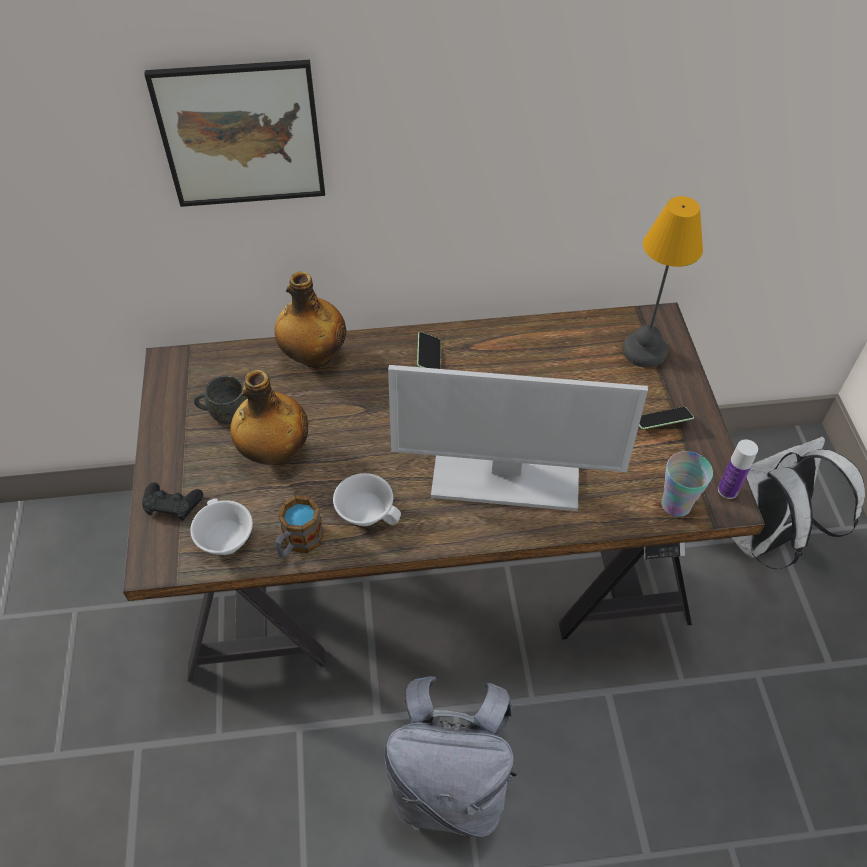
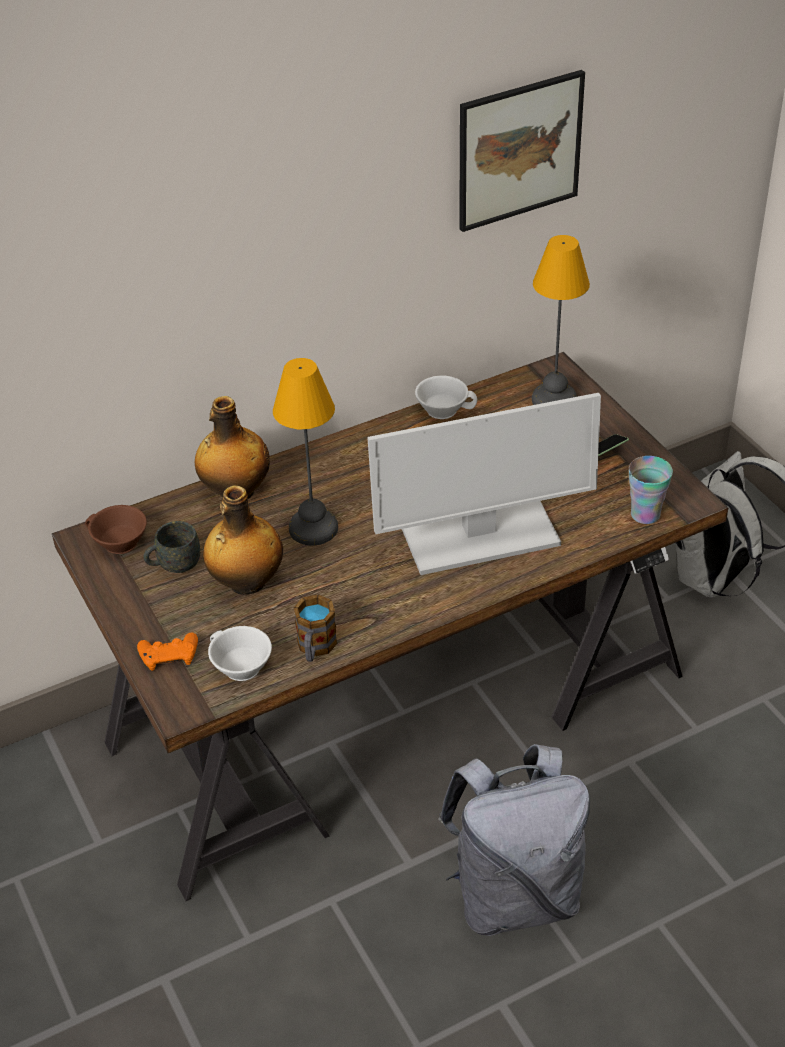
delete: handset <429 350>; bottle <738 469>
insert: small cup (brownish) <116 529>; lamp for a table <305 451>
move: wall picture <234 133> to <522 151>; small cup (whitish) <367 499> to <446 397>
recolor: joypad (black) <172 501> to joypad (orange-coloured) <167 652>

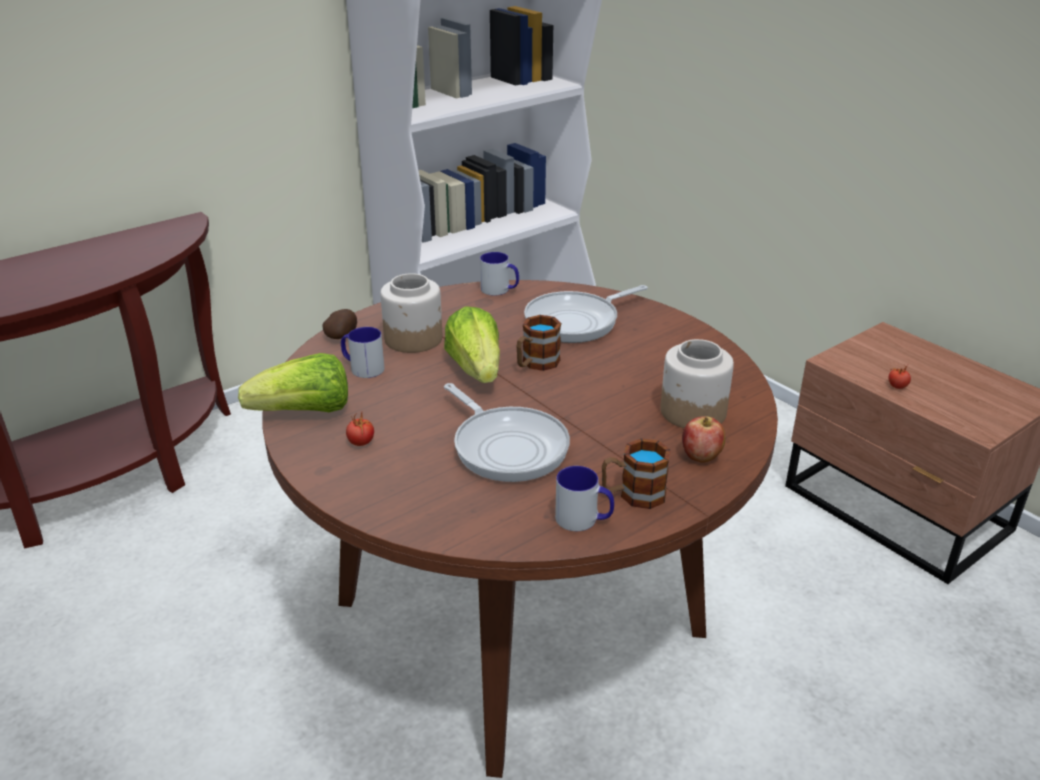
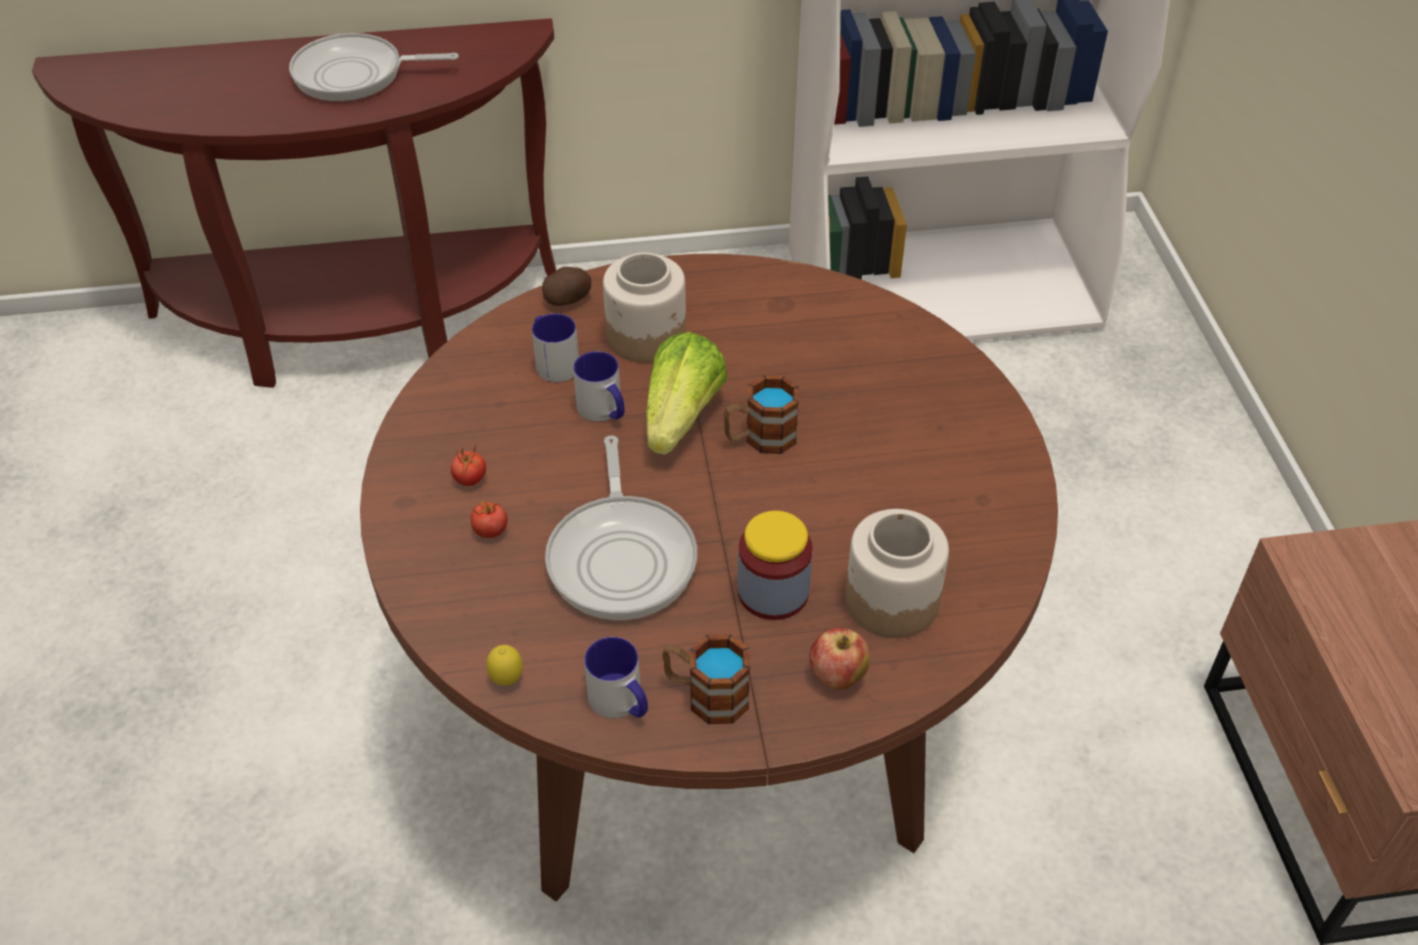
delete: lettuce <293 382>
insert: citrus fruit <504 665>; preserve jar <775 565>
move: mug <499 274> to <599 386>; skillet <586 314> to <374 67>; fresh tomato <899 377> to <489 519>

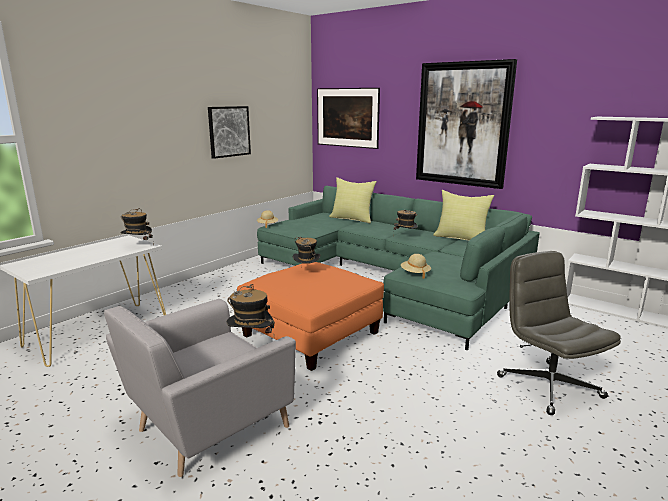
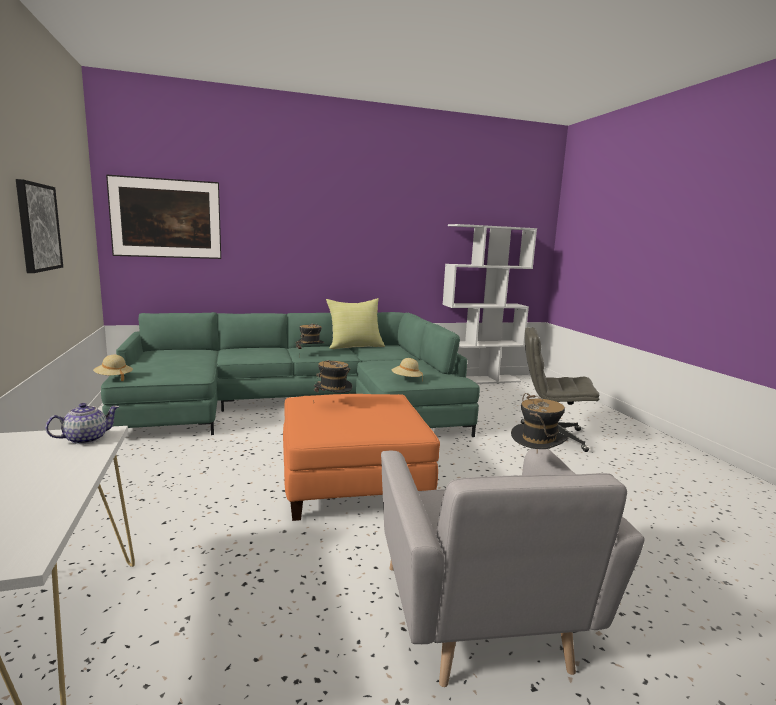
delete: pillow (yellow) <353 200>; wall picture <466 124>
replace: wearable hat <137 224> to teapot <82 423>

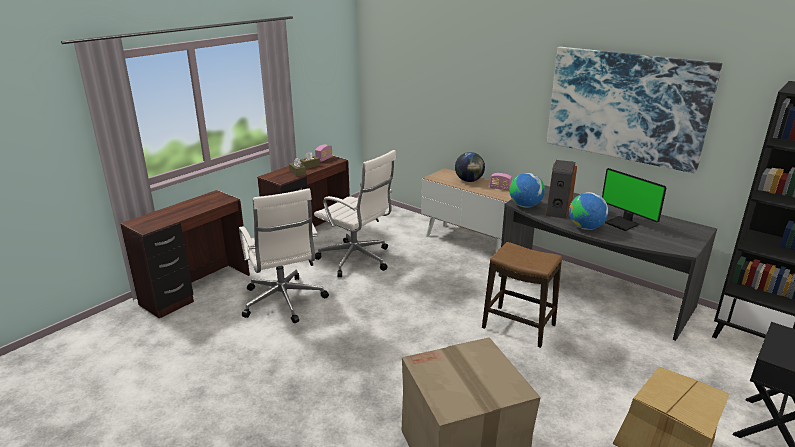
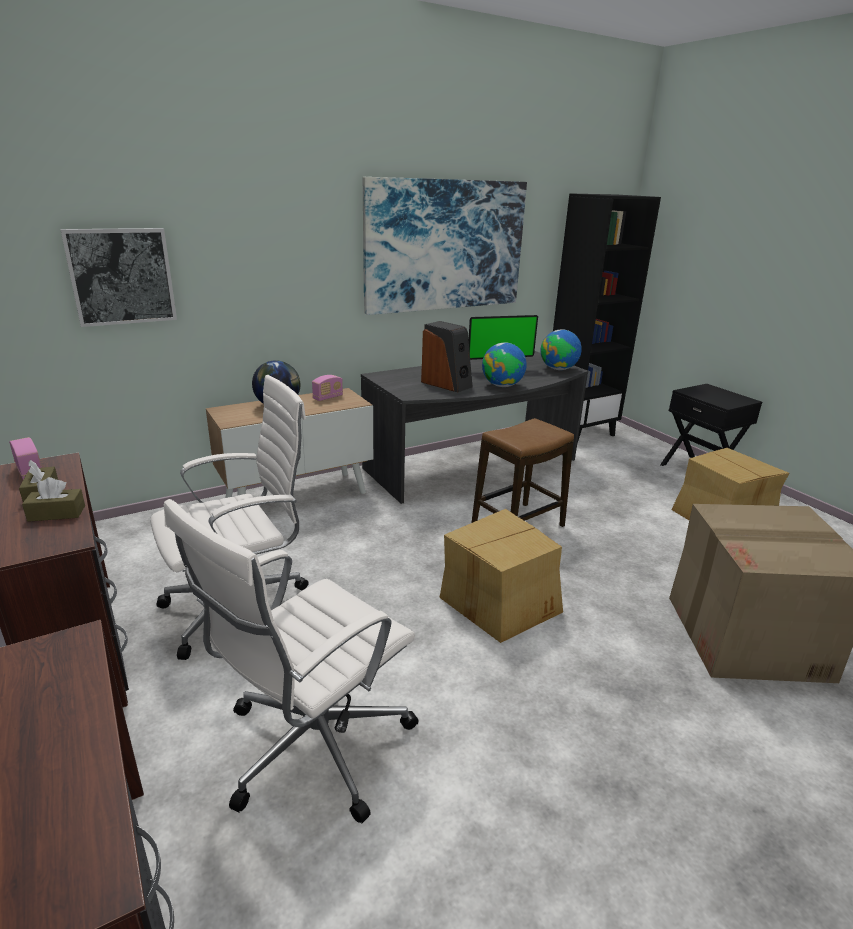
insert: wall picture <118 277>; carton <501 576>
move: world globe <527 190> to <561 349>
rotate: desk chair (whitish) <284 255> = <291 661> 135 degrees clockwise

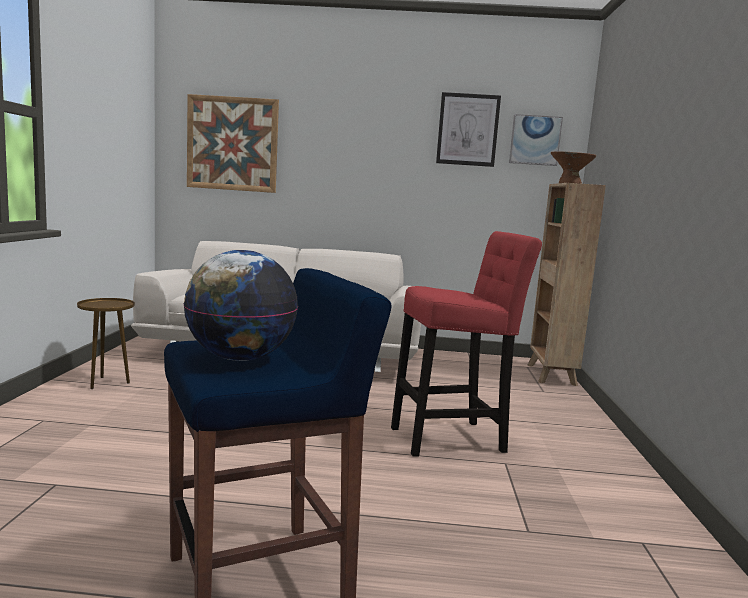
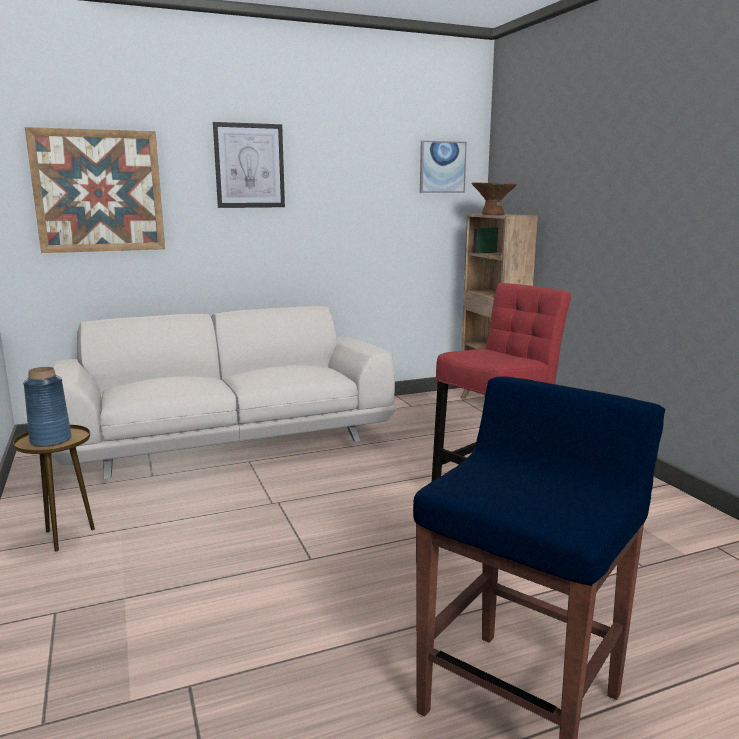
delete: world globe <240 305>
insert: decorative vase (bluish) <47 407>
move: wall picture <468 129> to <249 165>

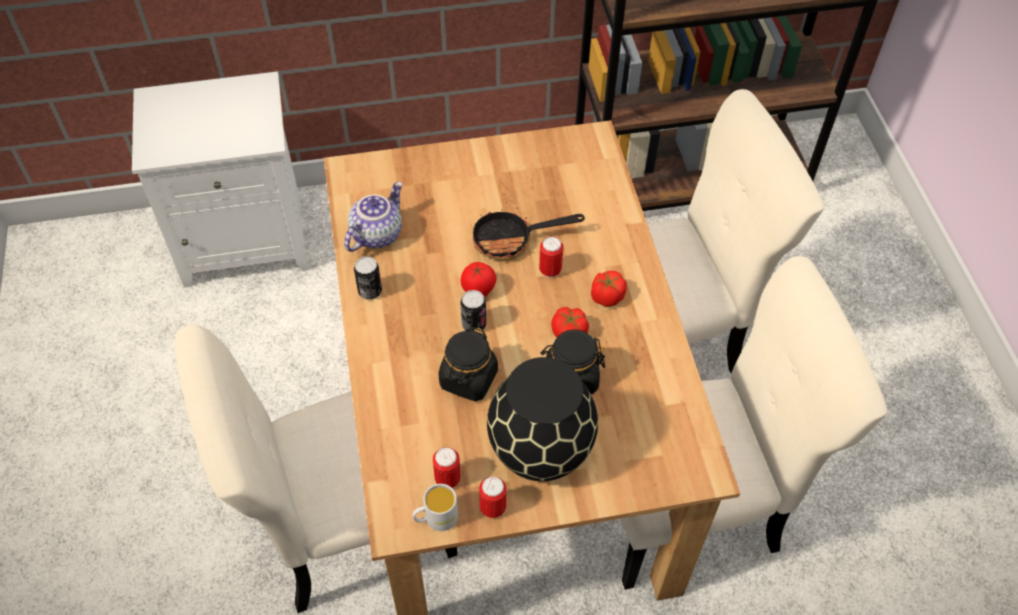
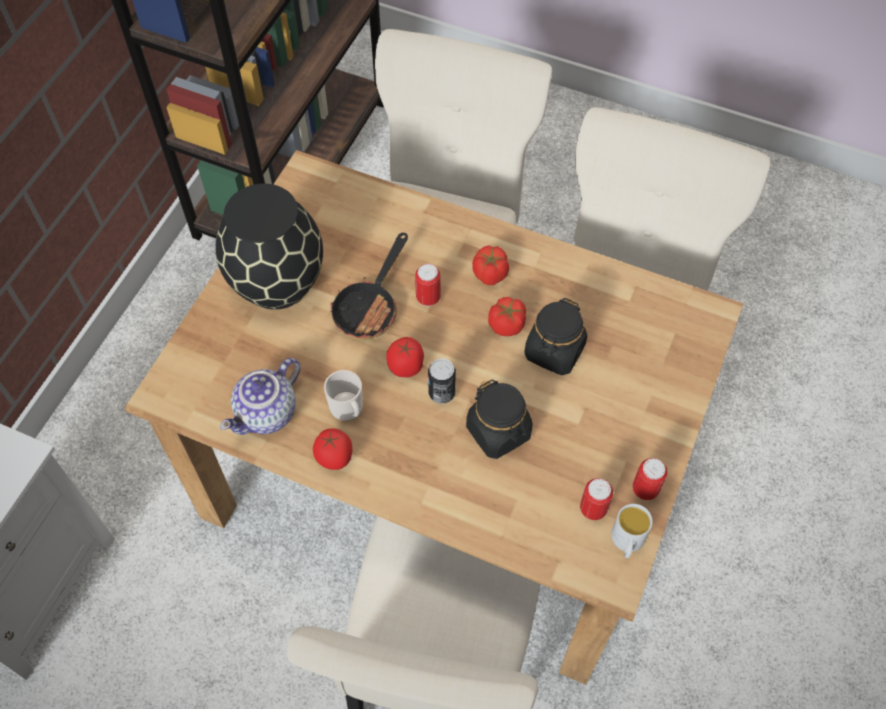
insert: mug <343 395>
move: decorative vase (black) <542 419> to <269 247>
replace: metal can <368 278> to fresh tomato <332 449>
rotate: teapot <373 217> = <260 396> 120 degrees counterclockwise

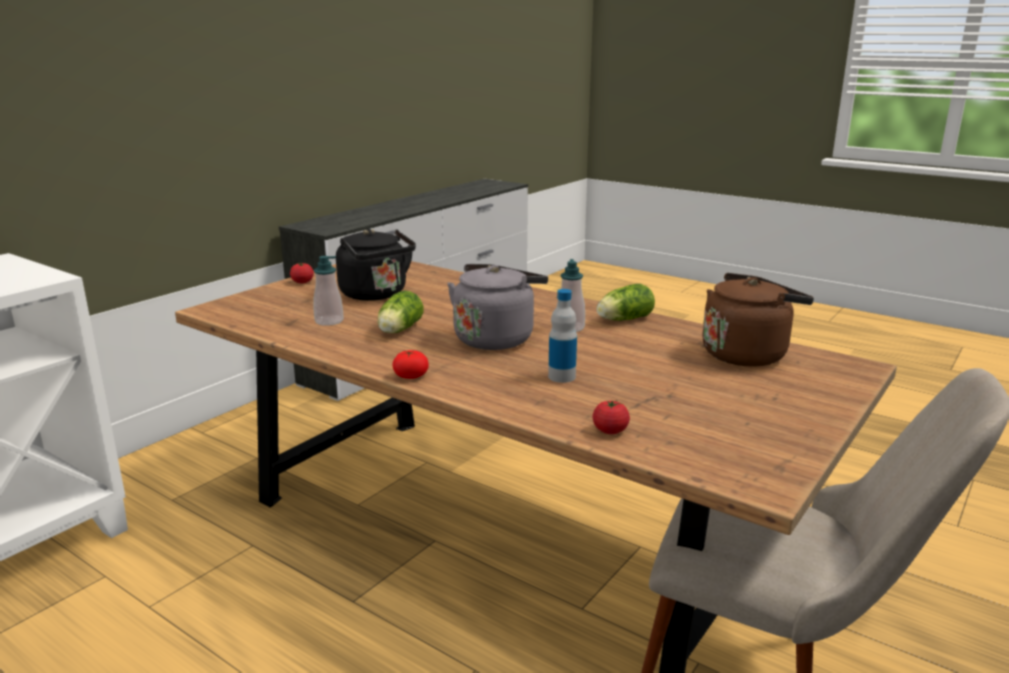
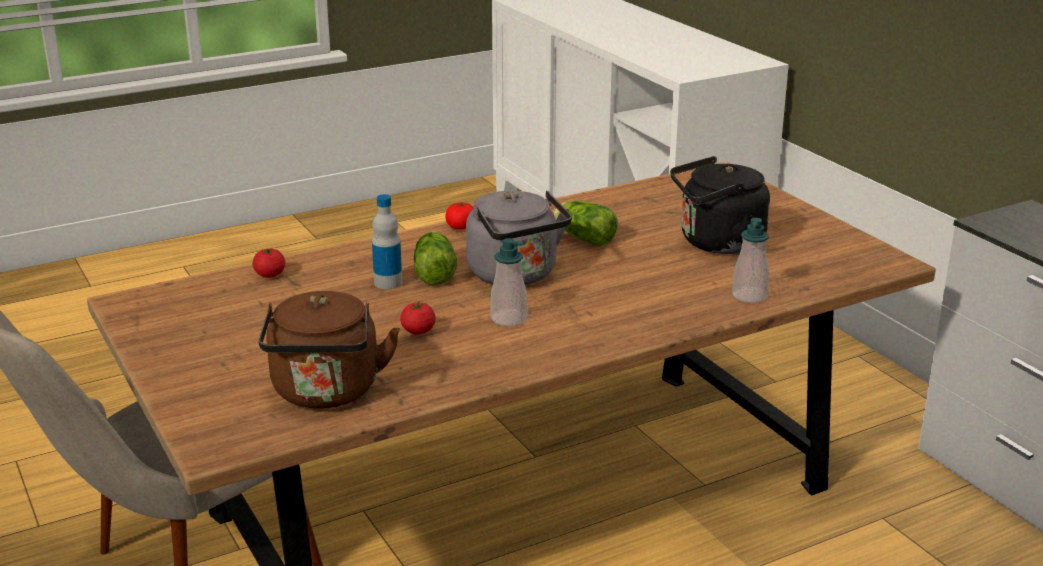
move: fresh tomato <302 273> to <418 318>; soap bottle <328 291> to <750 260>; lettuce <625 302> to <435 258>

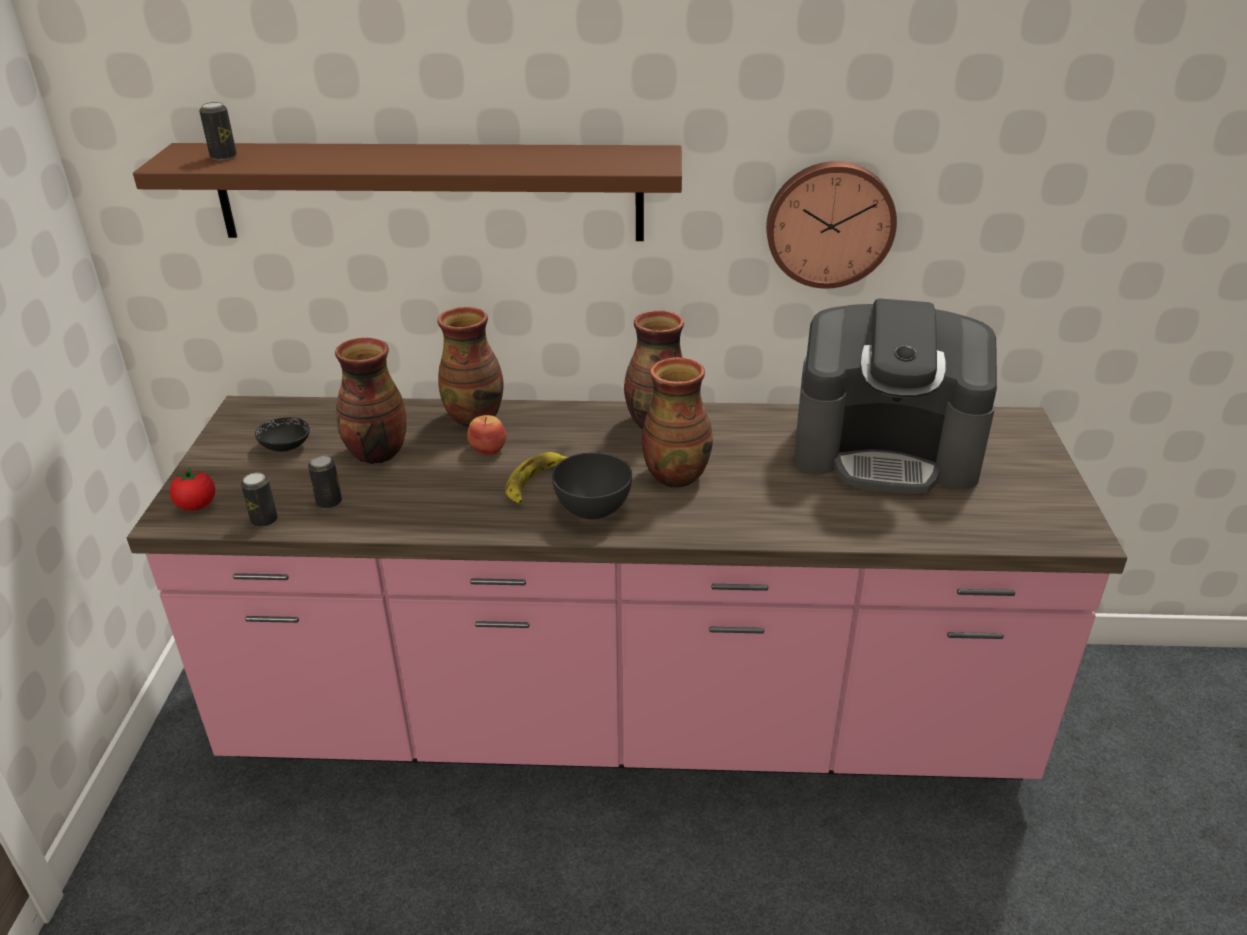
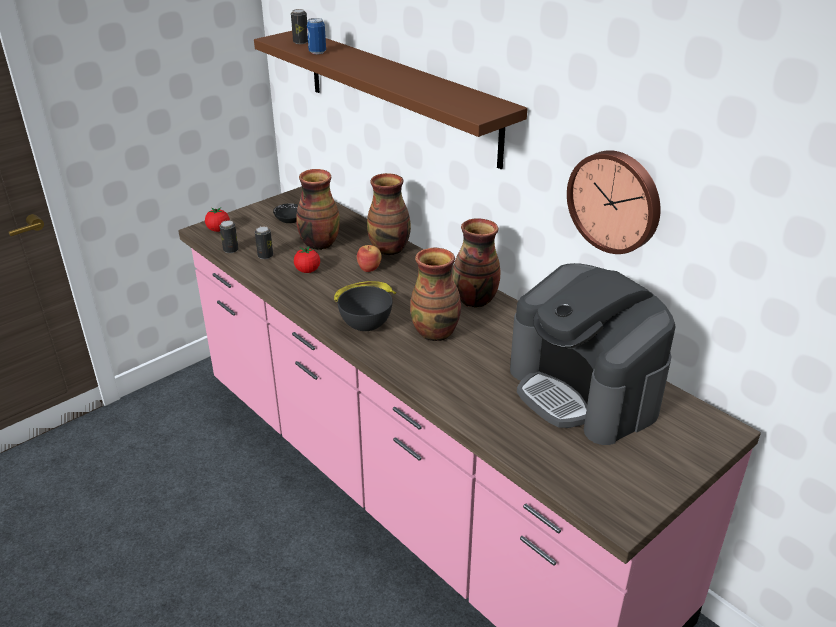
insert: fresh tomato <307 259>; metal can <316 36>

